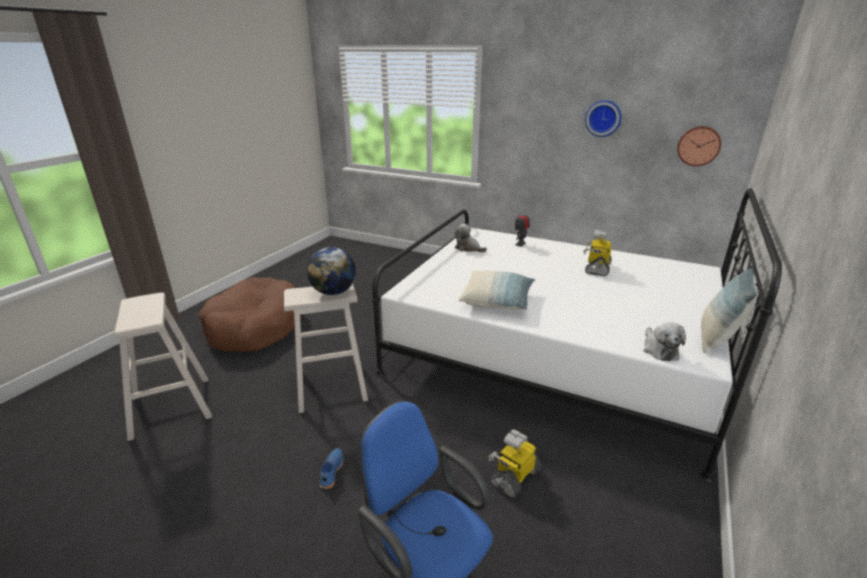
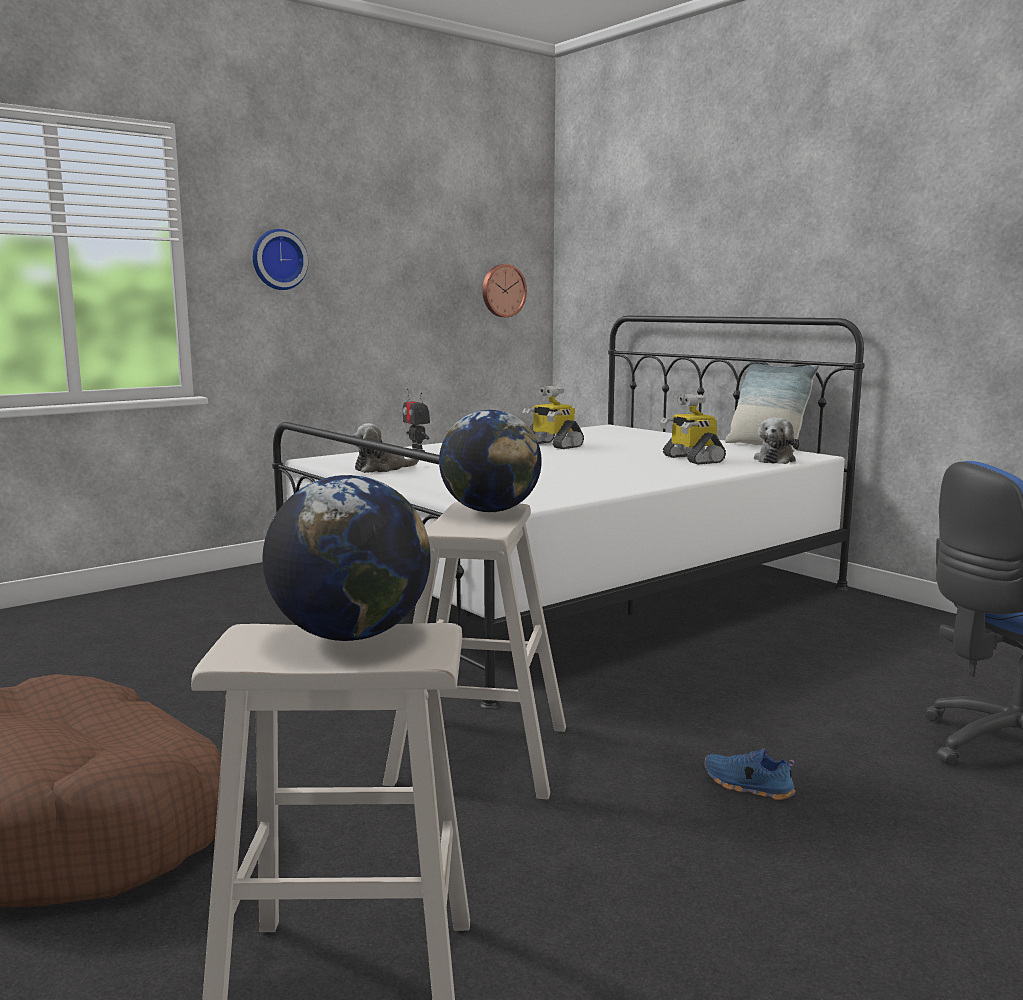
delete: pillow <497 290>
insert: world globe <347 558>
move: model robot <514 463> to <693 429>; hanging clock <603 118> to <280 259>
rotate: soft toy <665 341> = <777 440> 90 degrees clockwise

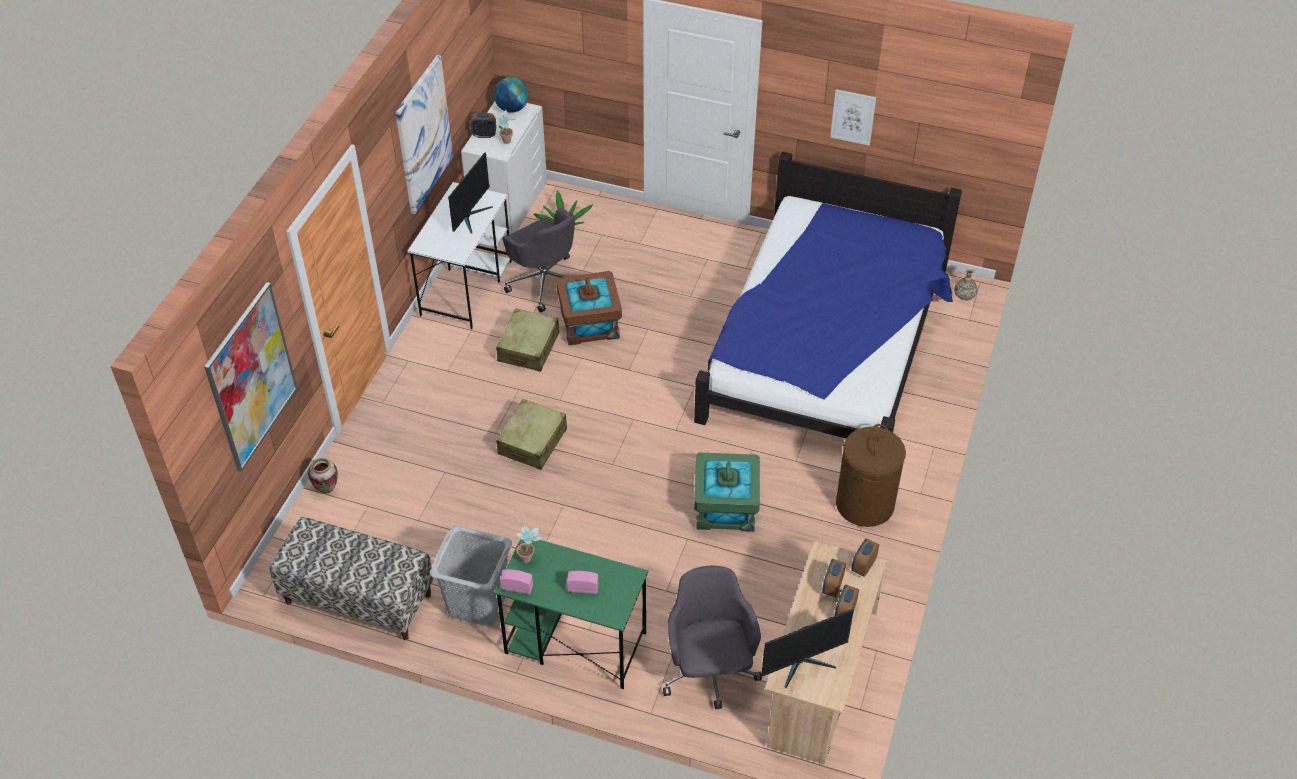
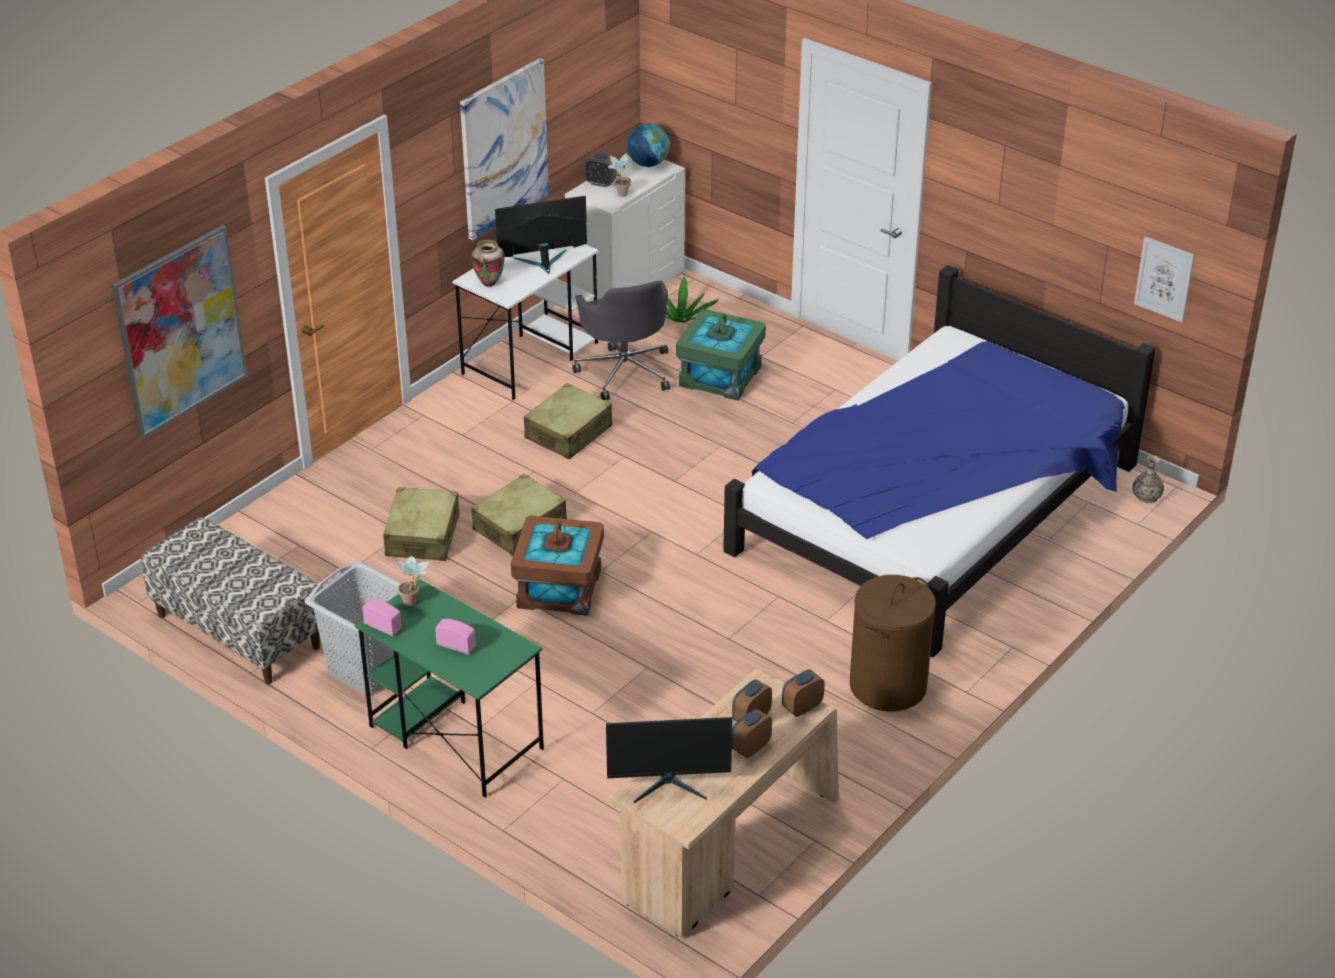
delete: desk chair (greyish) <712 637>
insert: piece of luggage (beige) <421 524>
move: decorative vase <323 475> to <488 263>; storage container (brownish) <589 308> to <557 566>; storage container (green-coloured) <727 492> to <721 354>; wall picture <853 117> to <1164 279>
rotate: computer screen <470 193> = <541 235> 150 degrees counterclockwise

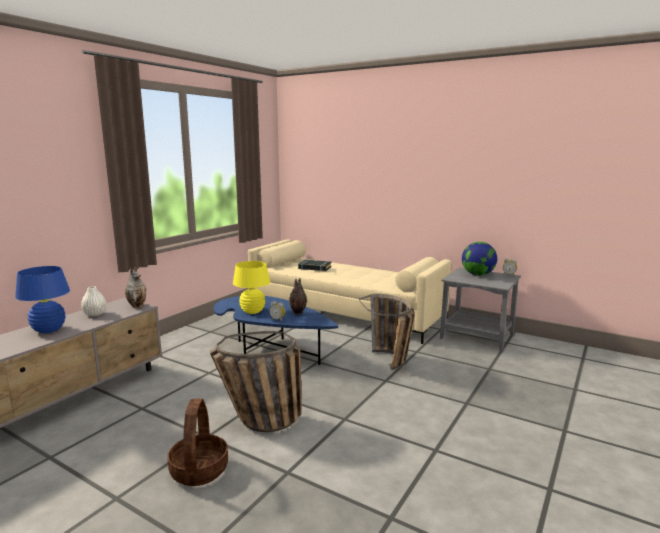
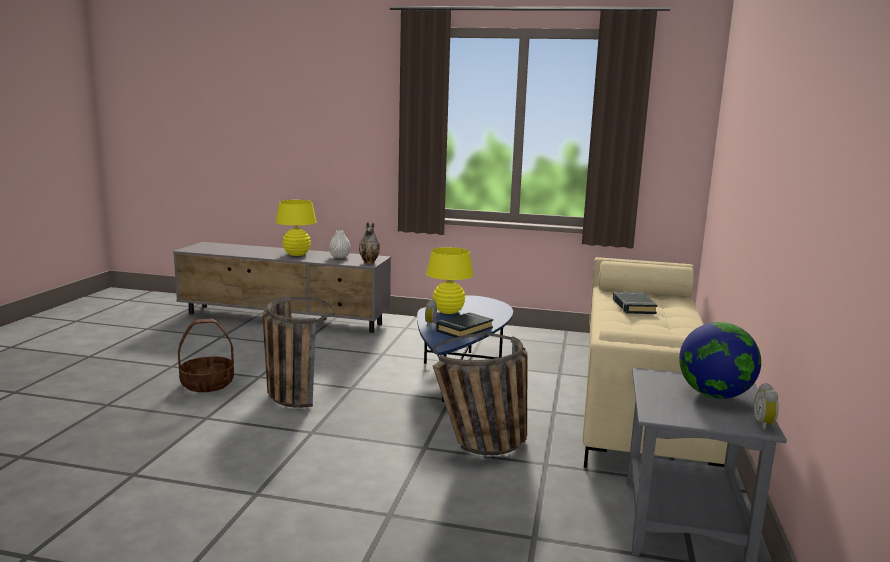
replace: decorative vase <298 296> to book (black) <464 325>
recolor: lamp for a table (bluish) <42 299> to lamp for a table (yellow) <296 228>

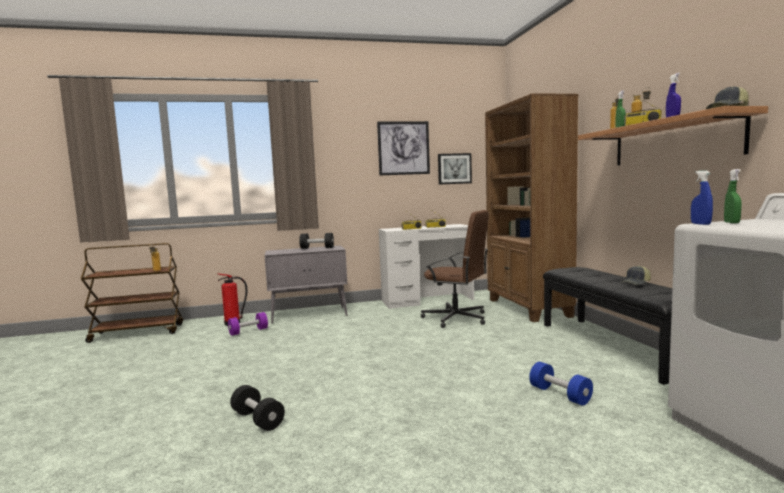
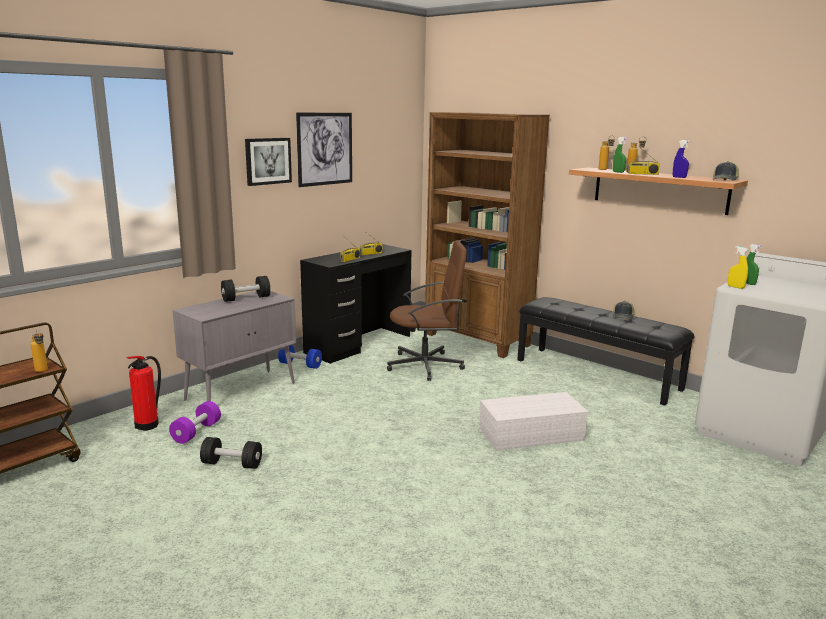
insert: storage container (whitish) <534 421>
move: free weight (black) <257 408> to <231 453>; wall picture <455 169> to <268 162>; free weight (bluish) <561 384> to <300 357>
recolor: desk (whitish) <426 266> to desk (black) <355 304>; spray bottle (bluish) <702 198> to spray bottle (yellow) <738 267>

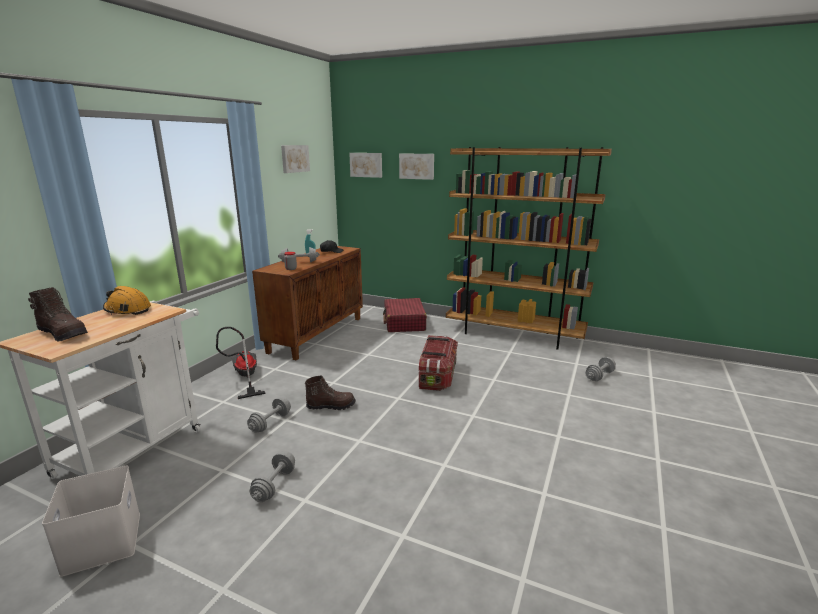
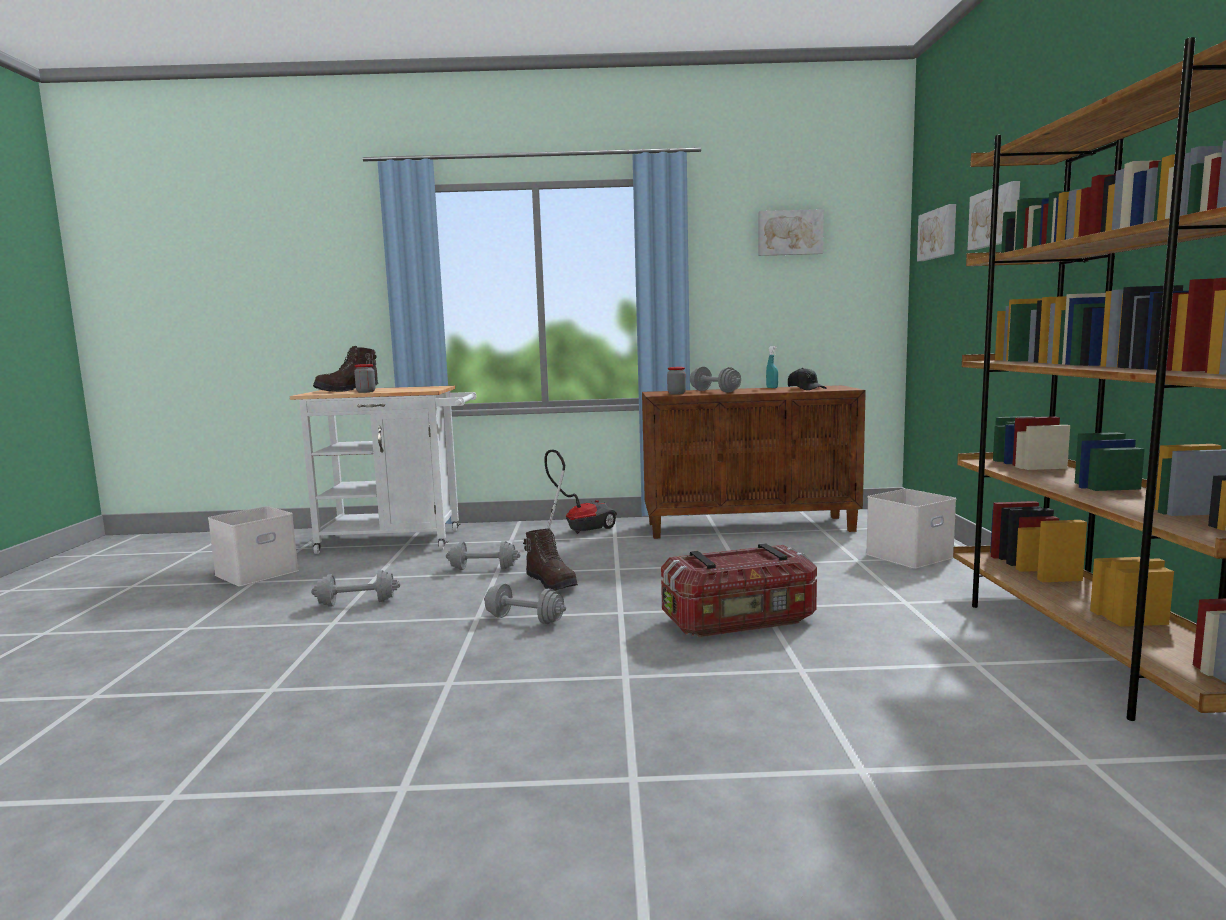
delete: safety helmet (orange-coloured) <127 300>
insert: preserve jar <365 378>
move: free weight (greyish) <601 369> to <525 603>
replace: piece of luggage (red) <405 315> to storage container (whitish) <911 529>
rotate: boot (brownish) <58 314> = <345 369> 45 degrees clockwise

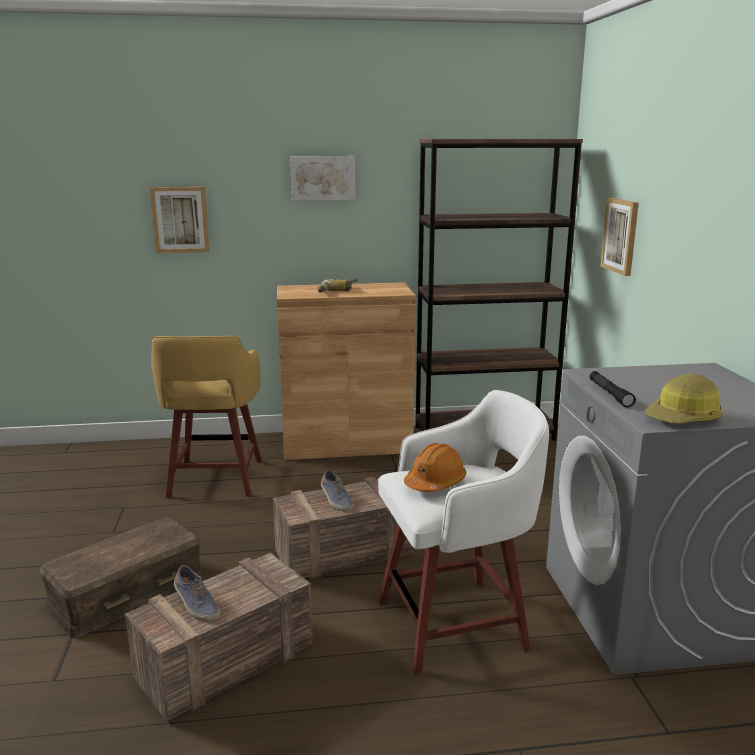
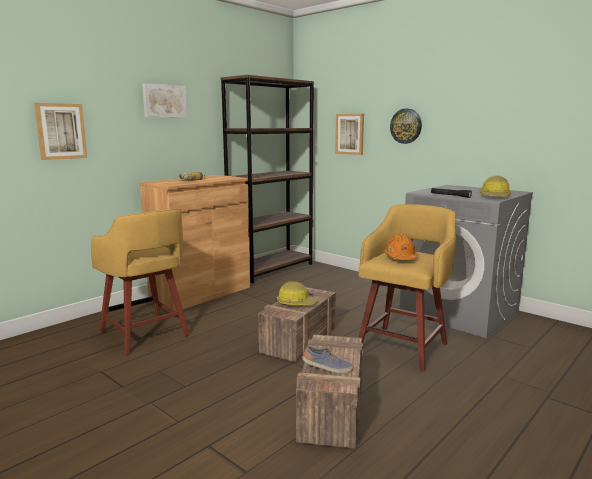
delete: storage container (brownish) <121 577>
insert: hanging clock <406 126>
replace: shoe <337 490> to safety helmet <297 293>
recolor: stool (whitish) <463 532> to stool (yellow) <407 288>

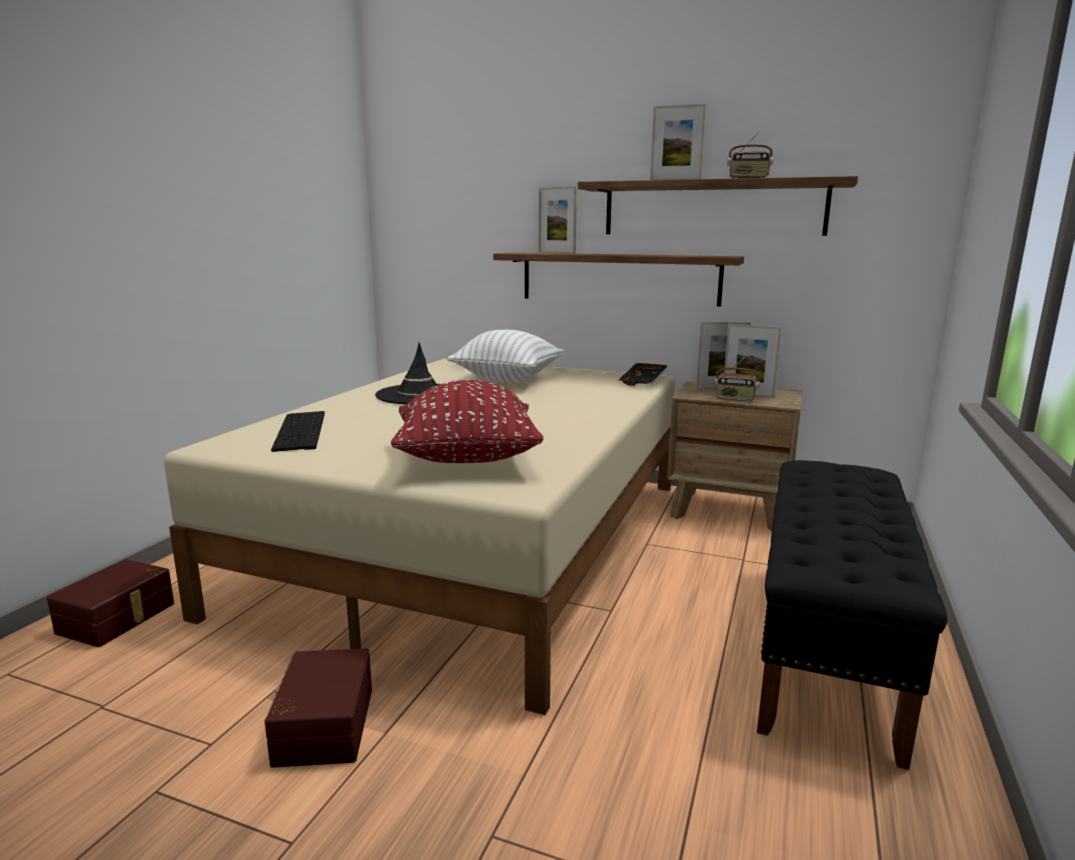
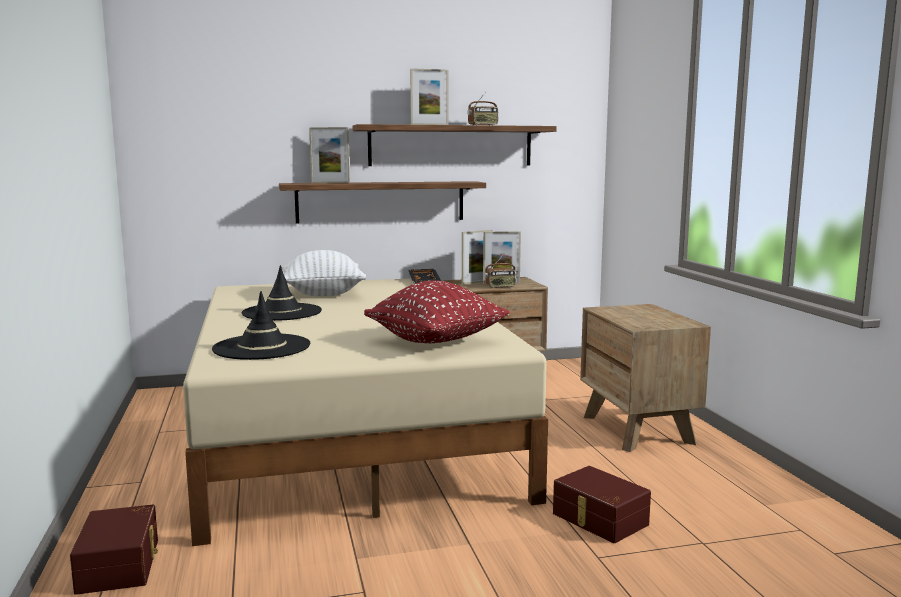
move: storage container (brownish) <318 708> to <602 504>
replace: computer keyboard <298 431> to wearable hat (black) <261 325>; bench (black) <852 615> to night table (brownish) <645 378>

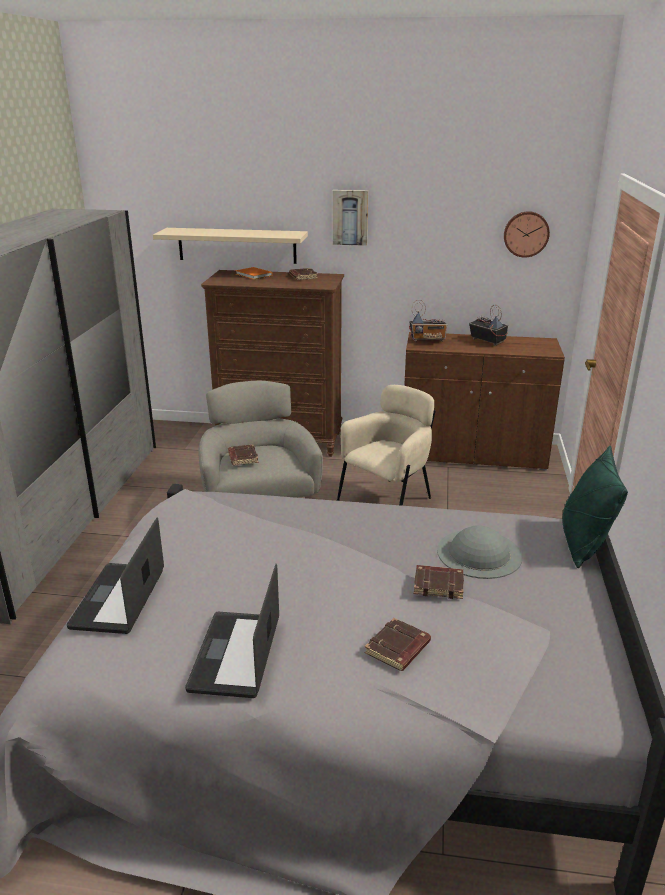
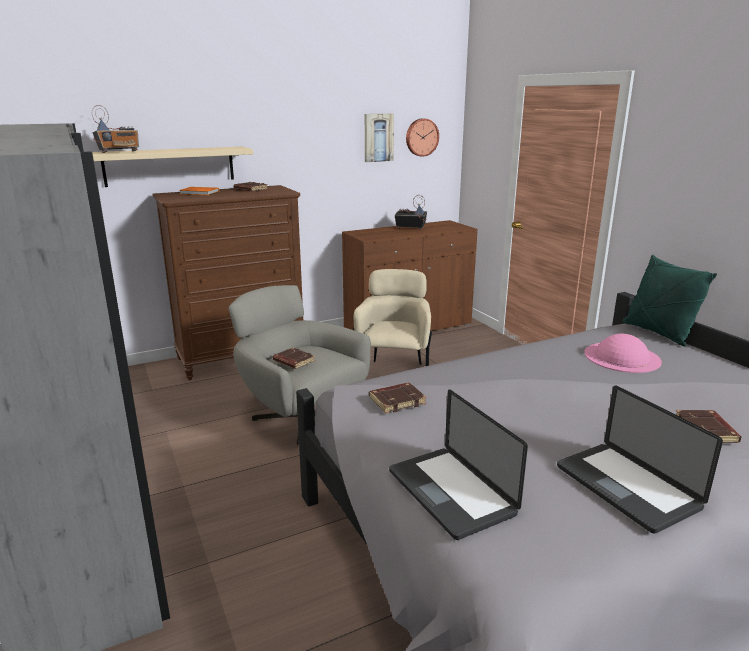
move: wall picture <350 218> to <379 138>; radio receiver <428 321> to <115 129>; book (brownish) <439 582> to <397 397>
recolor: wearable hat (greyish) <480 552> to wearable hat (pink-coloured) <623 353>

